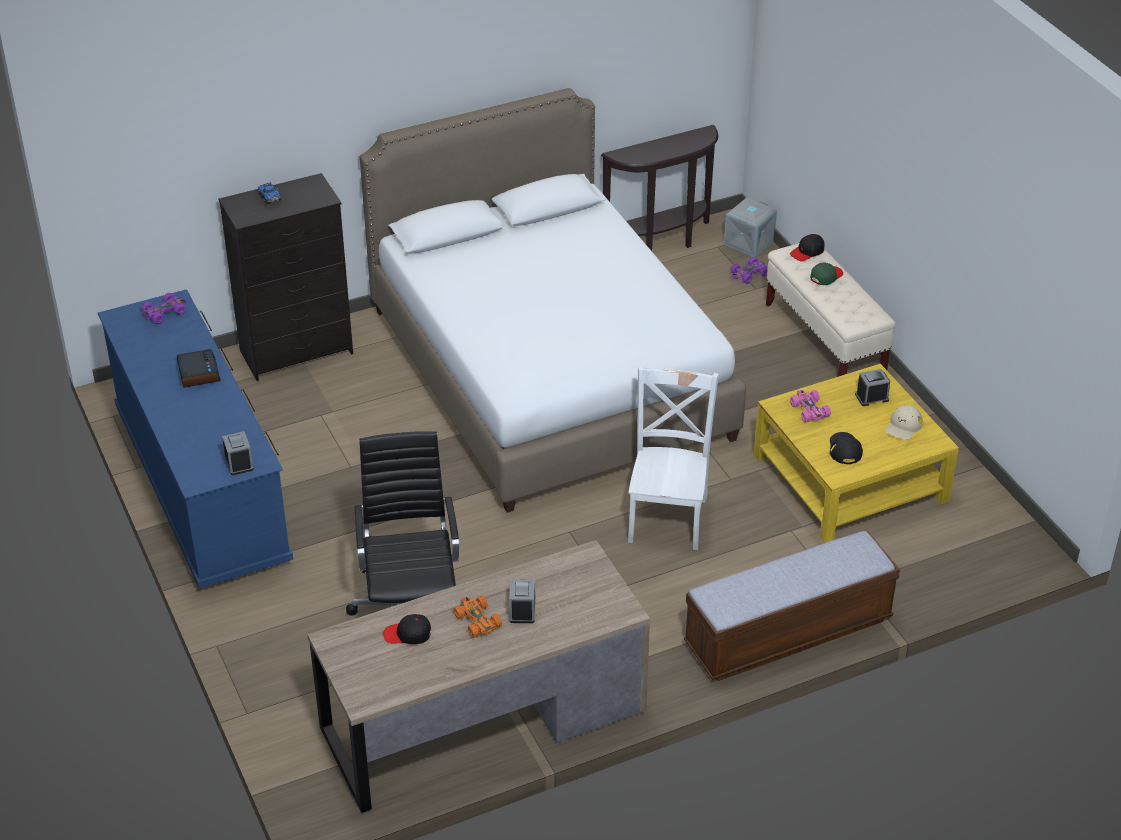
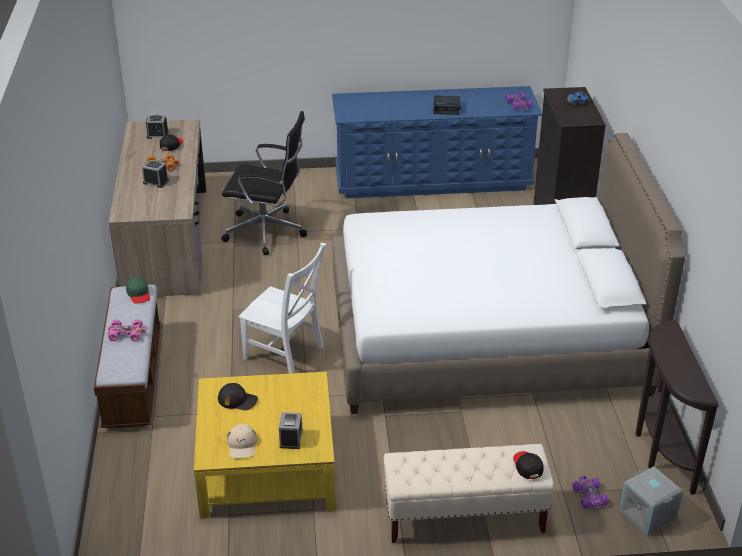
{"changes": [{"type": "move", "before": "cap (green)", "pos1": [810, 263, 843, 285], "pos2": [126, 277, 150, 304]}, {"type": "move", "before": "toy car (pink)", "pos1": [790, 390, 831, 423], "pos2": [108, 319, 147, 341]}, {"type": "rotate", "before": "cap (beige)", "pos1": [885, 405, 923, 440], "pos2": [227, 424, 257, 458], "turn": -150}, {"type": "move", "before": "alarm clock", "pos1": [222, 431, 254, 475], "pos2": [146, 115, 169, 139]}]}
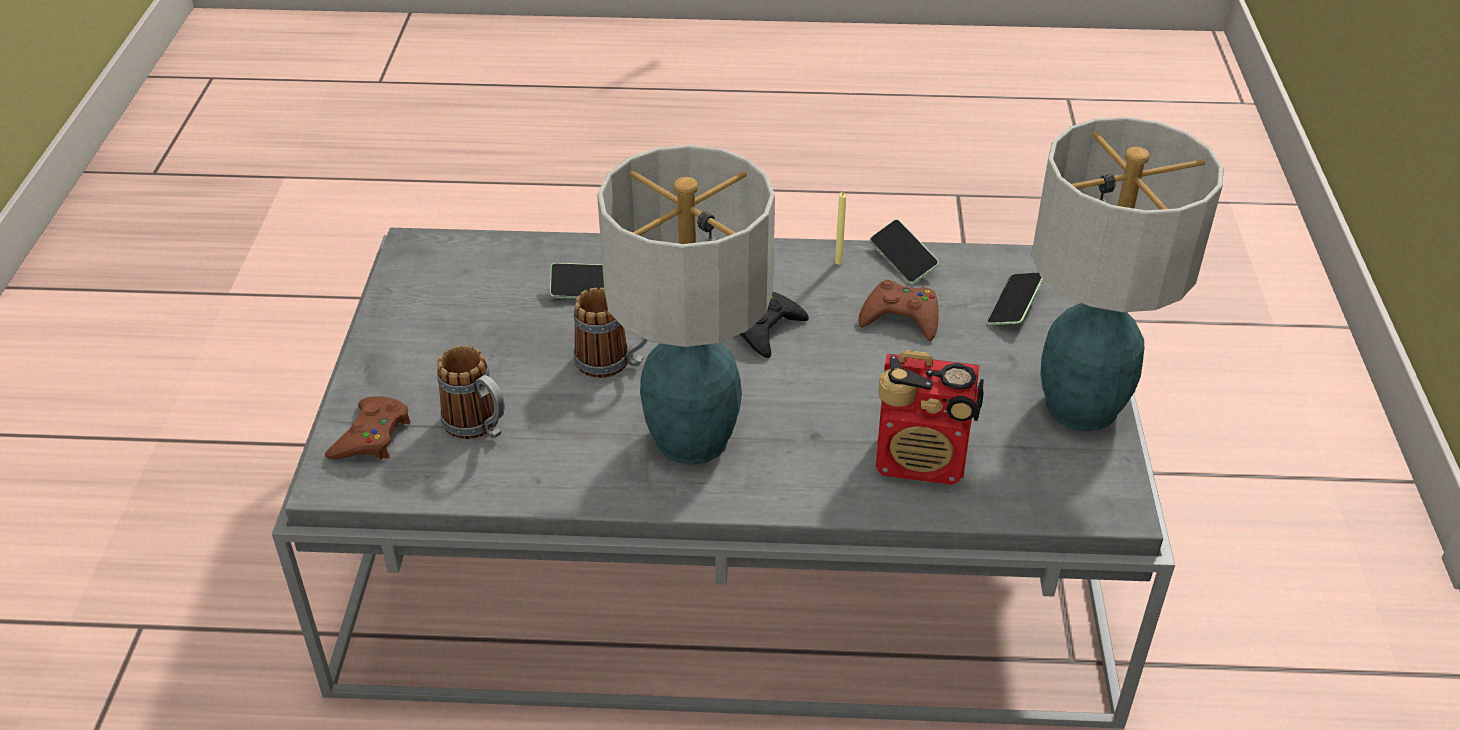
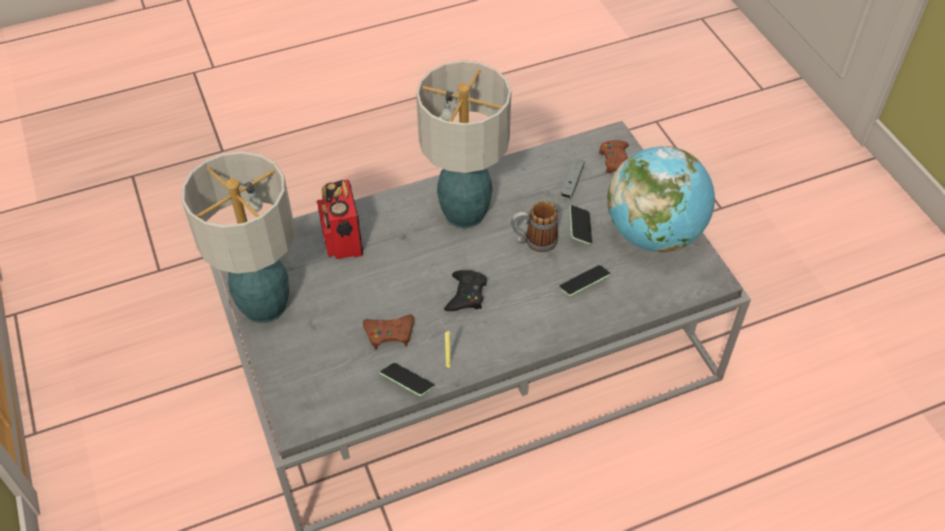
{"changes": [{"type": "move", "before": "phone", "pos1": [987, 272, 1043, 325], "pos2": [569, 205, 593, 245]}, {"type": "replace", "before": "mug", "after": "game controller (grey)", "pos1": [437, 345, 504, 439], "pos2": [560, 158, 585, 199]}, {"type": "rotate", "before": "radio", "pos1": [876, 350, 984, 485], "pos2": [317, 179, 363, 259], "turn": -90}, {"type": "insert", "after": "globe", "pos2": [607, 146, 715, 252]}]}
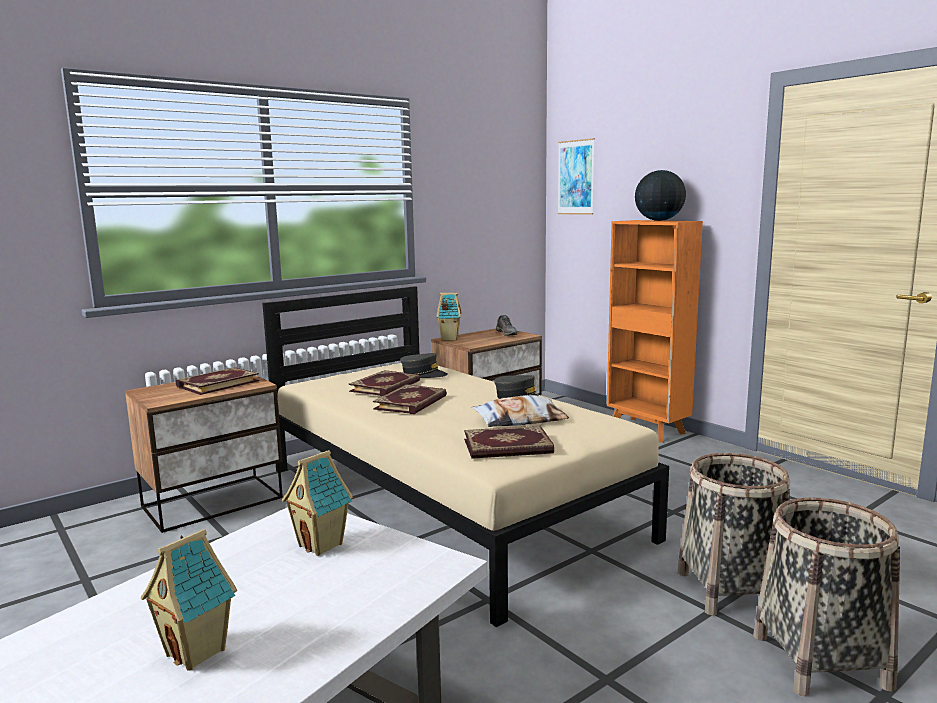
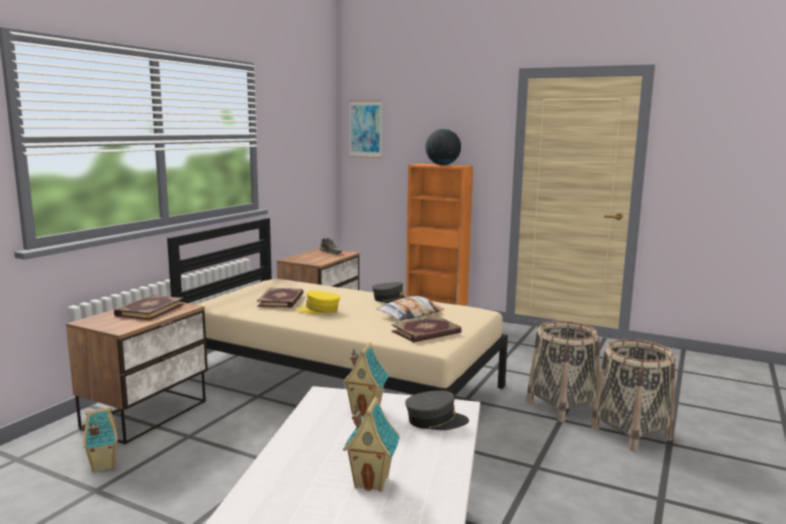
{"changes": [{"type": "move", "before": "toy house", "pos1": [437, 293, 462, 340], "pos2": [83, 408, 118, 472]}, {"type": "move", "before": "cap (grey)", "pos1": [400, 353, 448, 378], "pos2": [405, 390, 469, 430]}, {"type": "replace", "before": "book", "after": "cap (yellow)", "pos1": [373, 384, 447, 414], "pos2": [297, 291, 340, 314]}]}
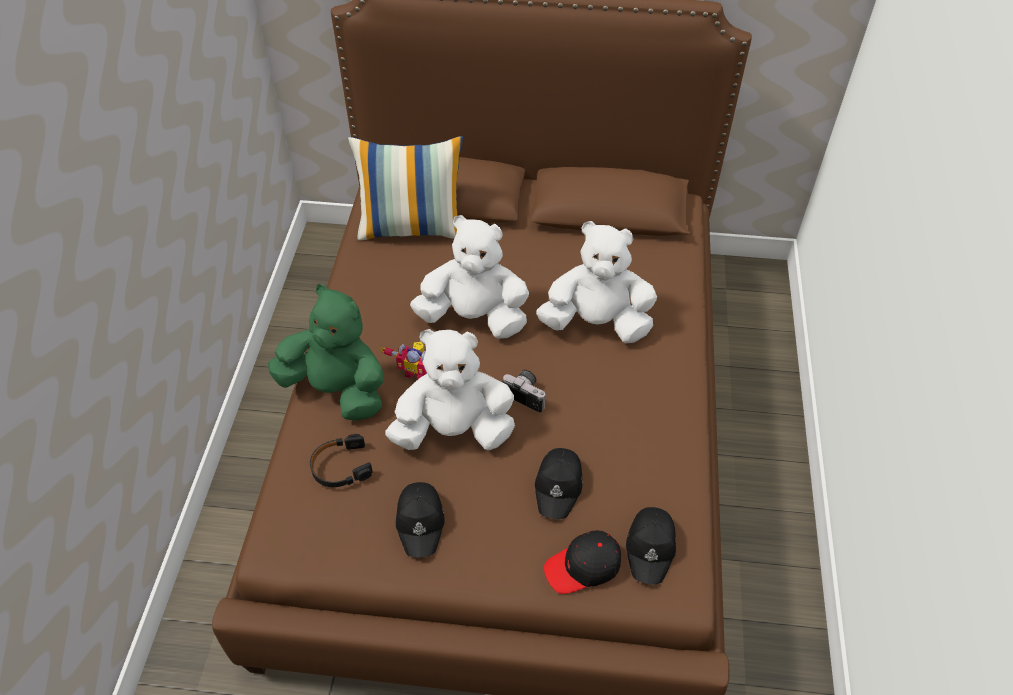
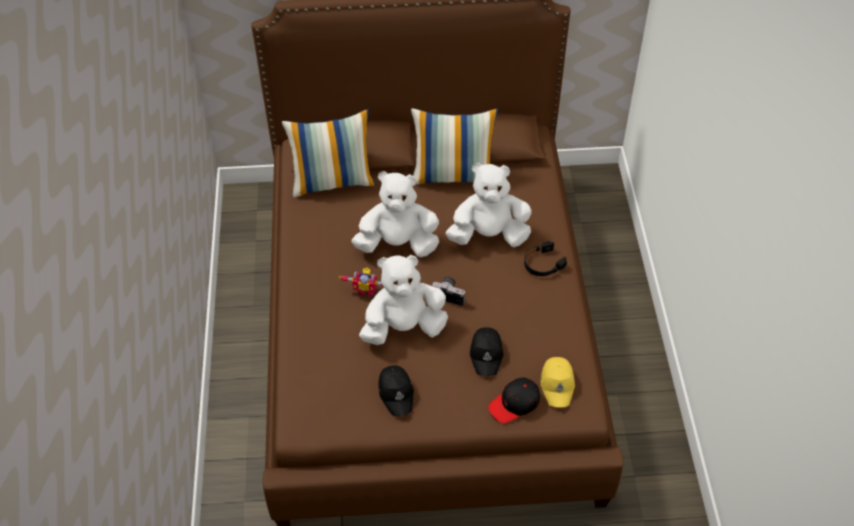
{"changes": [{"type": "delete", "before": "plush toy (green)", "pos1": [268, 284, 384, 421]}, {"type": "move", "before": "headphones (black)", "pos1": [310, 434, 373, 487], "pos2": [524, 241, 567, 276]}, {"type": "recolor", "before": "cap (black)", "after": "cap (yellow)", "pos1": [626, 507, 676, 585], "pos2": [541, 357, 575, 407]}, {"type": "insert", "after": "pillow", "pos2": [411, 108, 498, 185]}]}
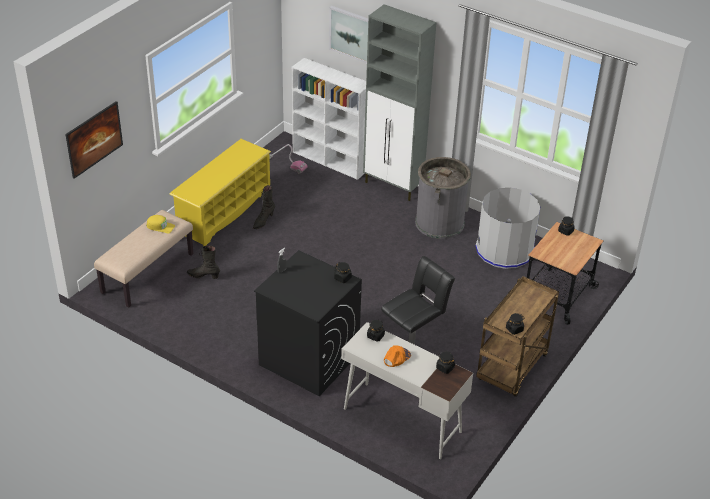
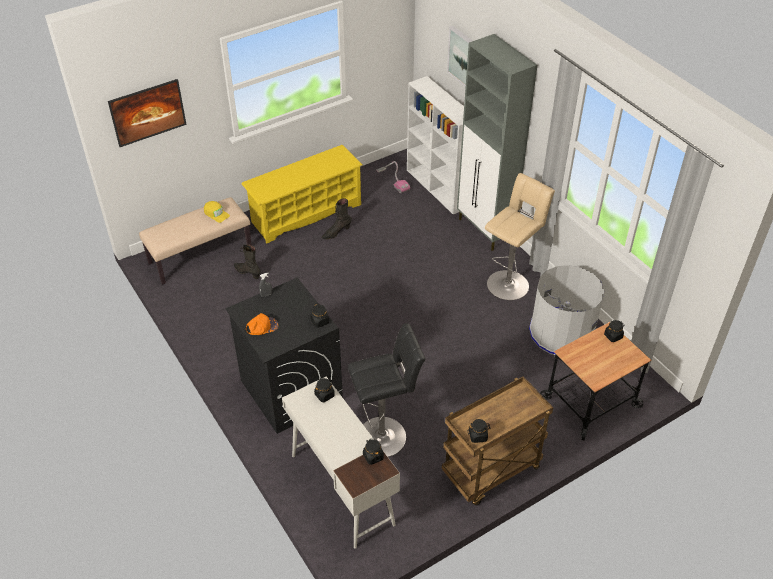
{"changes": [{"type": "replace", "before": "trash can (grey)", "after": "stool (beige)", "pos1": [415, 157, 471, 239], "pos2": [485, 173, 555, 300]}, {"type": "move", "before": "cap (orange)", "pos1": [384, 345, 411, 367], "pos2": [246, 313, 278, 335]}]}
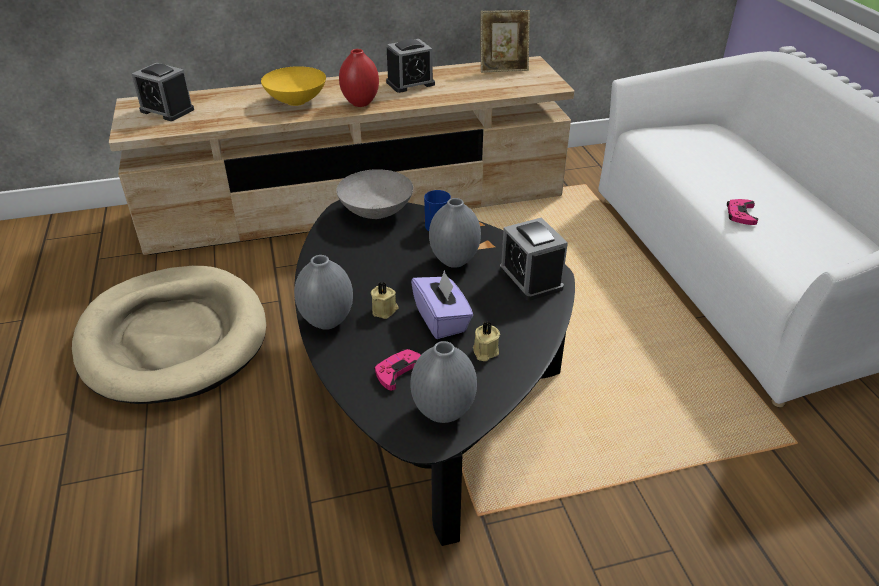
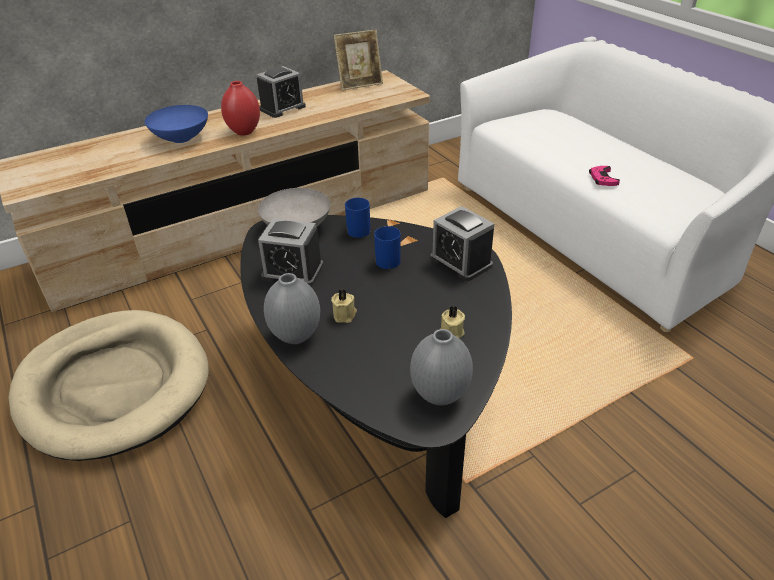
{"changes": [{"type": "move", "before": "alarm clock", "pos1": [132, 63, 194, 121], "pos2": [258, 218, 324, 286]}, {"type": "recolor", "before": "bowl (yellow)", "after": "bowl (blue)", "pos1": [261, 66, 326, 106], "pos2": [144, 105, 208, 143]}, {"type": "replace", "before": "vase (grey)", "after": "mug (blue)", "pos1": [429, 198, 481, 268], "pos2": [374, 226, 401, 269]}, {"type": "delete", "before": "tissue box (purple)", "pos1": [411, 270, 473, 339]}, {"type": "delete", "before": "game controller (pink)", "pos1": [374, 349, 421, 391]}]}
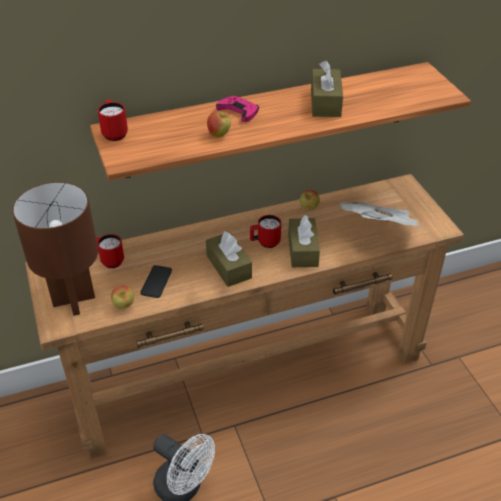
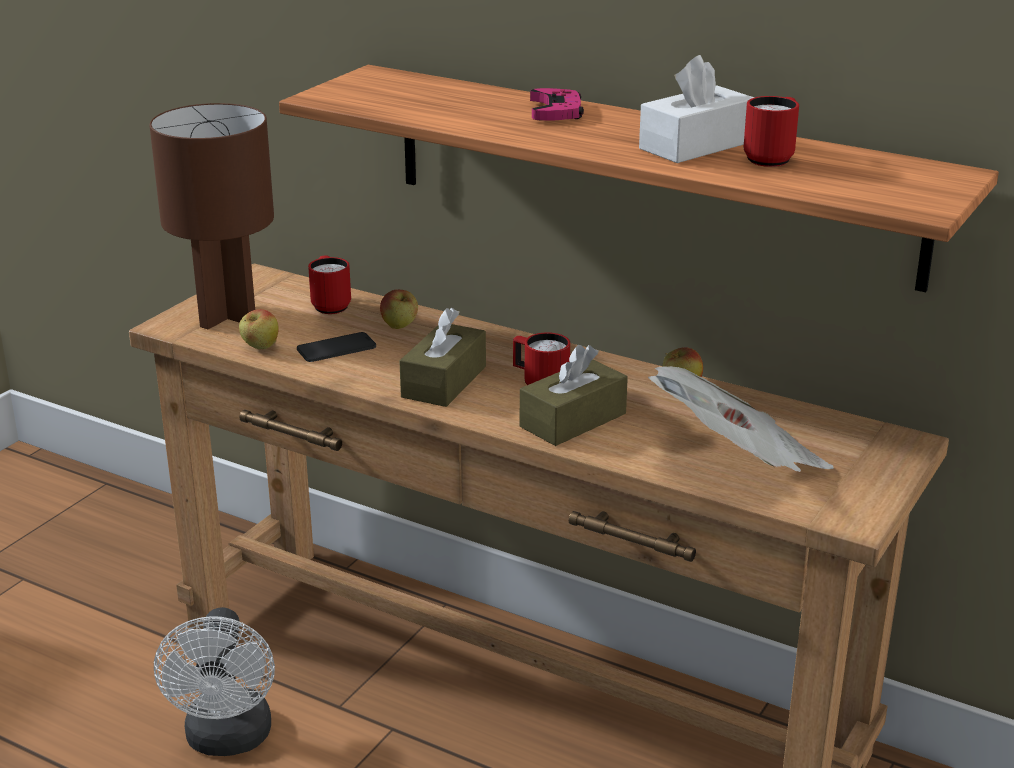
{"changes": [{"type": "recolor", "before": "tissue box (brown)", "after": "tissue box (white)", "pos1": [311, 61, 343, 117], "pos2": [639, 55, 755, 163]}, {"type": "move", "before": "mug (red)", "pos1": [98, 100, 128, 141], "pos2": [744, 96, 799, 167]}, {"type": "move", "before": "apple", "pos1": [207, 111, 231, 137], "pos2": [380, 290, 418, 329]}]}
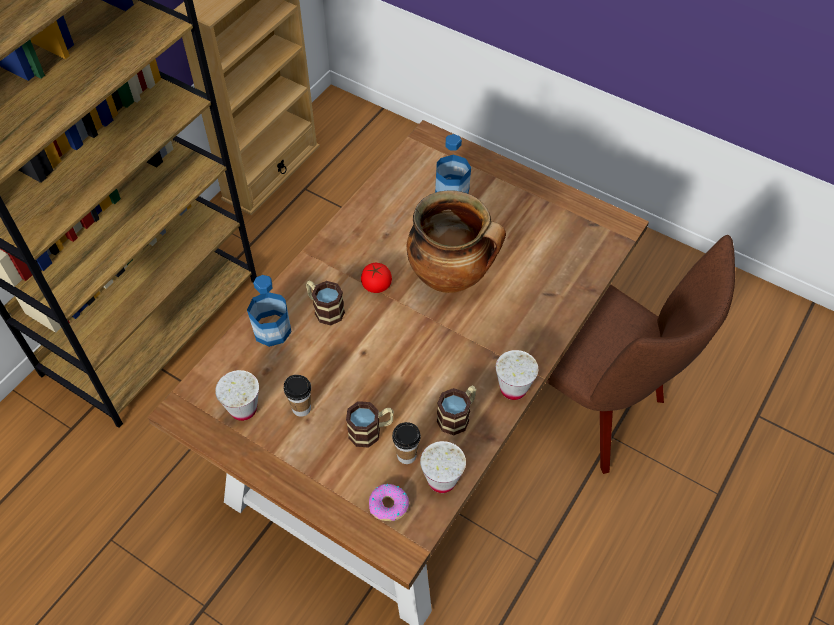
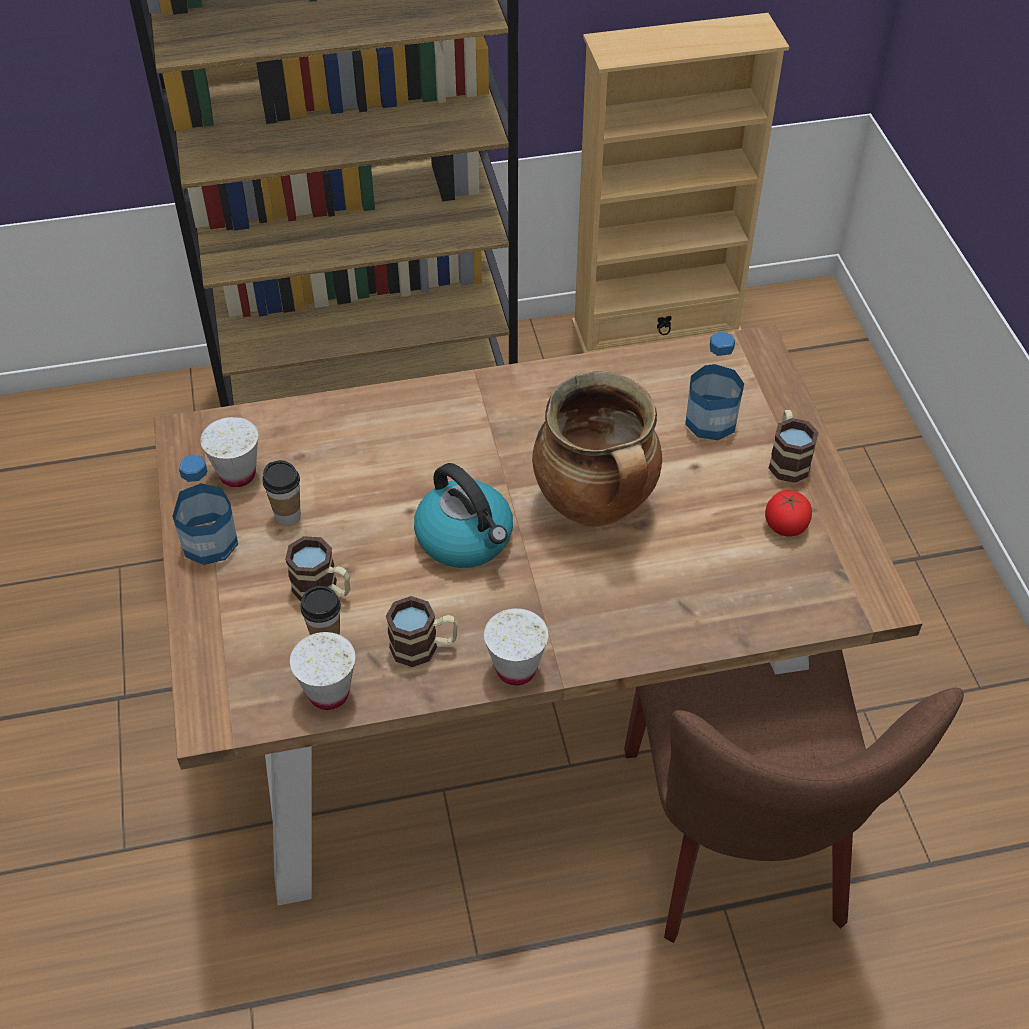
{"changes": [{"type": "move", "before": "tomato", "pos1": [361, 263, 392, 293], "pos2": [765, 490, 812, 537]}, {"type": "move", "before": "bottle", "pos1": [247, 275, 292, 347], "pos2": [172, 455, 238, 565]}, {"type": "move", "before": "mug", "pos1": [306, 281, 345, 326], "pos2": [768, 409, 819, 483]}, {"type": "delete", "before": "donut", "pos1": [369, 484, 409, 521]}, {"type": "insert", "after": "kettle", "pos2": [414, 463, 513, 568]}]}
